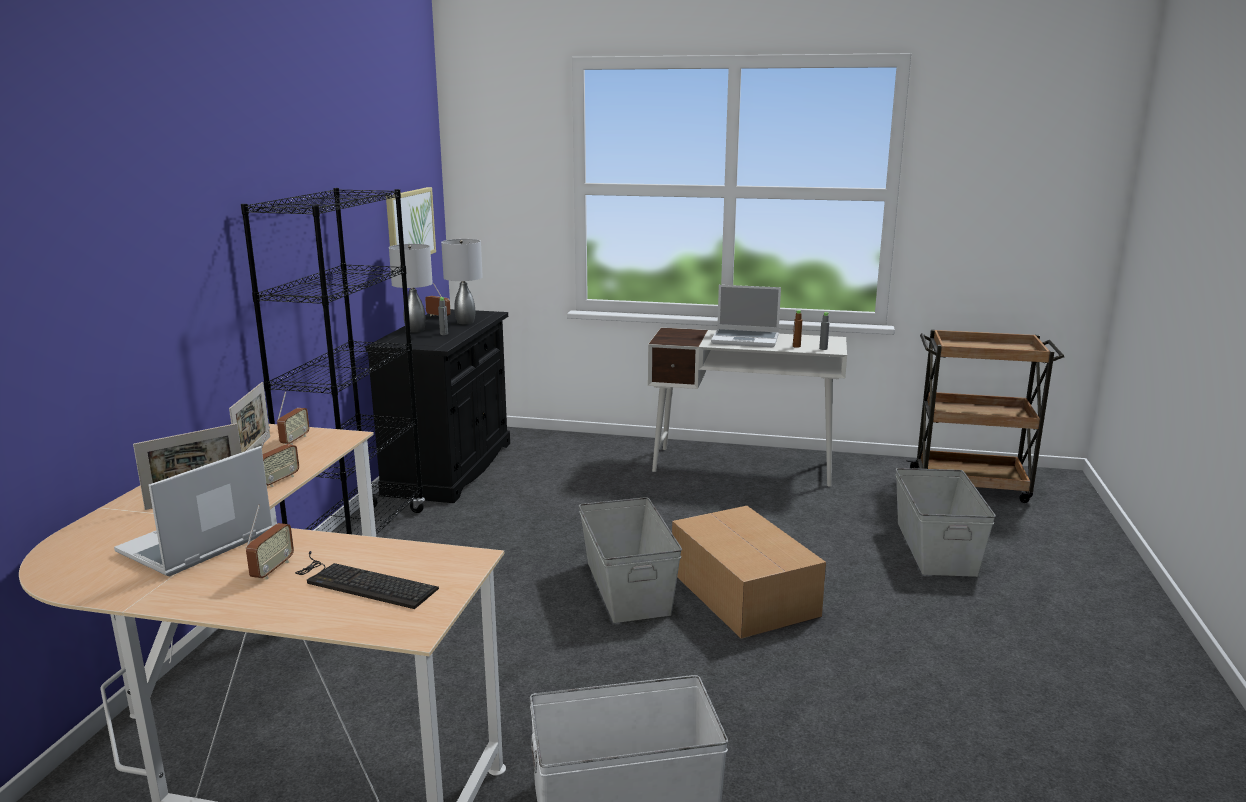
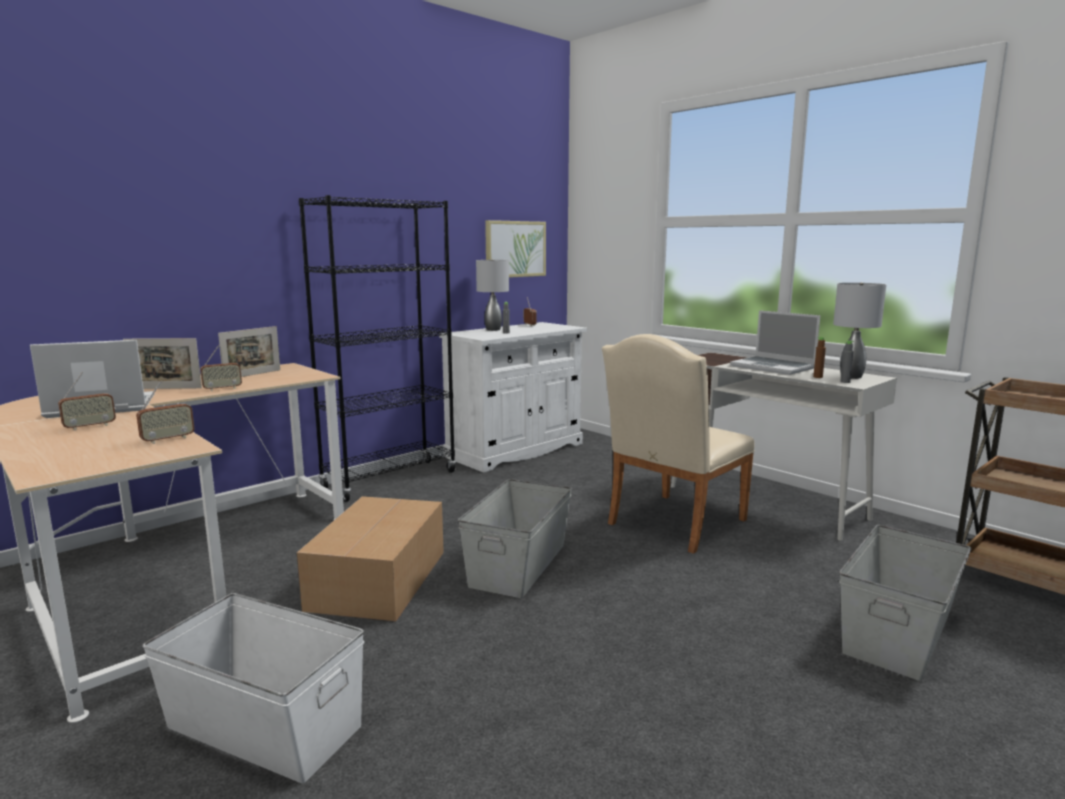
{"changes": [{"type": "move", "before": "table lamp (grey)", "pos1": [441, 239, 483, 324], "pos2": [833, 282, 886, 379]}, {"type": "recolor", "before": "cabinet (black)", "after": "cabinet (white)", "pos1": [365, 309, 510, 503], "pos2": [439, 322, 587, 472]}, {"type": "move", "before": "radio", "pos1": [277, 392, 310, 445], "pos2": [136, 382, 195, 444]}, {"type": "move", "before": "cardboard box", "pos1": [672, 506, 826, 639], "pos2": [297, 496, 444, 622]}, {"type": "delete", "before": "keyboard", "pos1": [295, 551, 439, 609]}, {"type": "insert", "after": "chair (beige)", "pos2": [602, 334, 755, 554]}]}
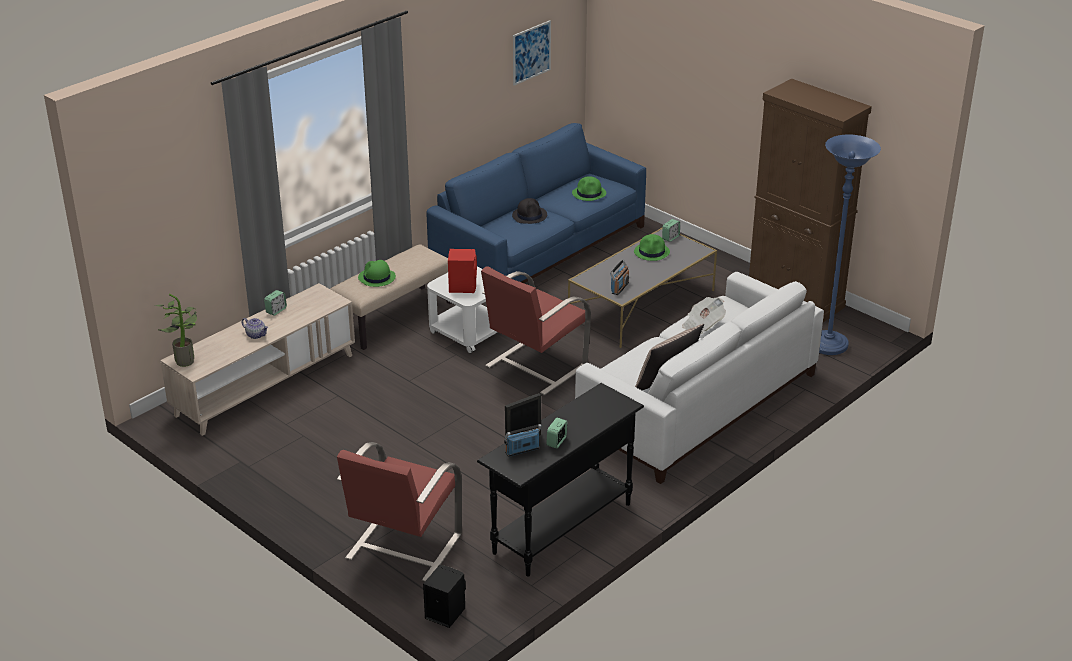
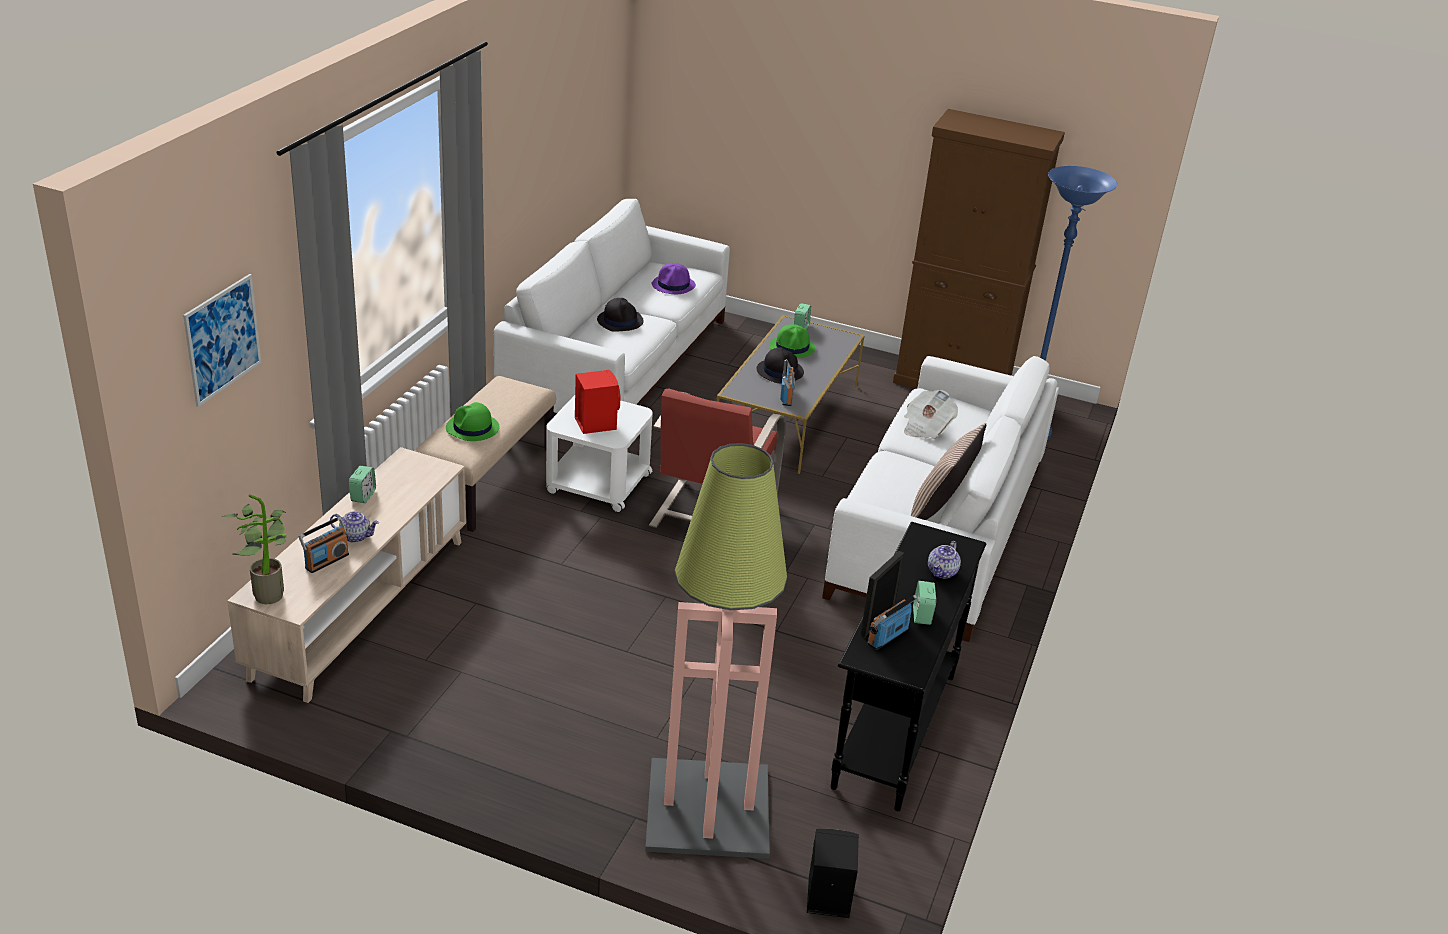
{"changes": [{"type": "move", "before": "picture", "pos1": [513, 20, 551, 86], "pos2": [183, 274, 262, 407]}, {"type": "recolor", "before": "sofa (blue)", "after": "sofa (white)", "pos1": [426, 123, 646, 283], "pos2": [494, 199, 730, 416]}, {"type": "recolor", "before": "hat (green)", "after": "hat (purple)", "pos1": [572, 176, 606, 201], "pos2": [652, 263, 696, 294]}, {"type": "replace", "before": "armchair (red)", "after": "floor lamp", "pos1": [337, 442, 462, 582], "pos2": [645, 443, 787, 859]}, {"type": "insert", "after": "hat (black)", "pos2": [757, 347, 804, 383]}, {"type": "insert", "after": "radio", "pos2": [299, 517, 349, 573]}, {"type": "insert", "after": "teapot", "pos2": [928, 541, 961, 578]}]}
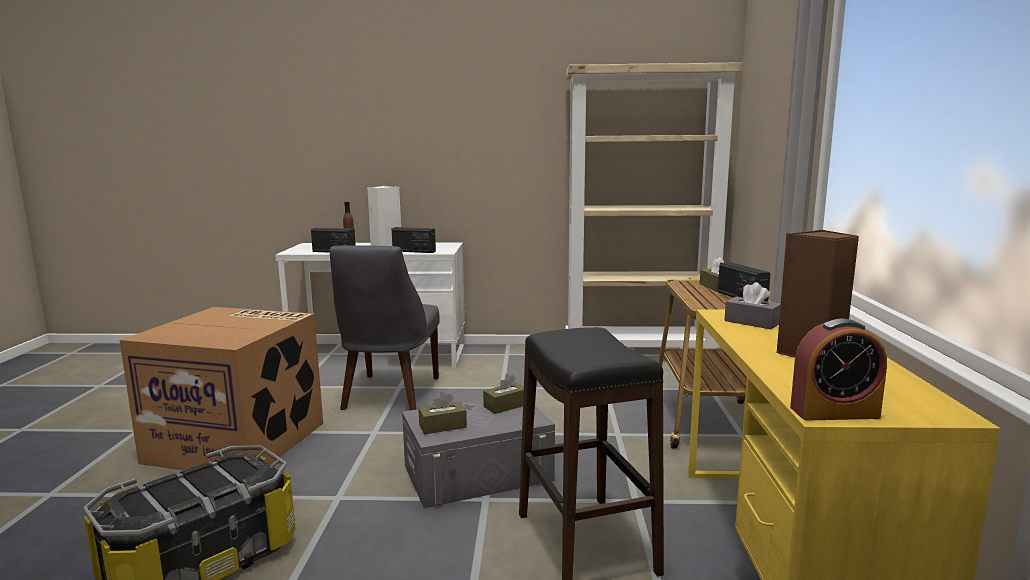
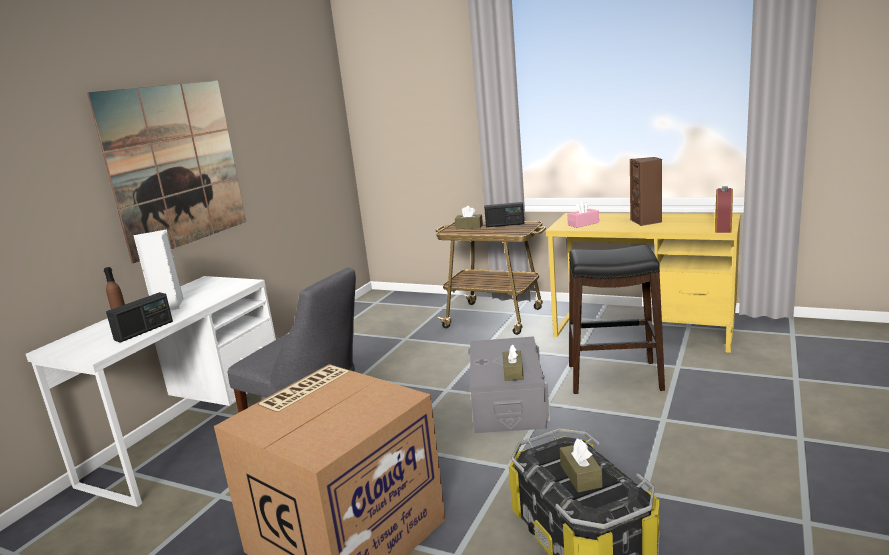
{"changes": [{"type": "delete", "before": "bookcase (beige)", "pos1": [565, 62, 742, 349]}, {"type": "delete", "before": "radio", "pos1": [392, 227, 436, 253]}, {"type": "recolor", "before": "tissue box (grey)", "after": "tissue box (pink)", "pos1": [724, 282, 781, 329], "pos2": [567, 200, 599, 228]}, {"type": "move", "before": "tissue box (brown)", "pos1": [483, 374, 524, 414], "pos2": [560, 439, 603, 492]}, {"type": "insert", "after": "picture", "pos2": [87, 80, 246, 263]}]}
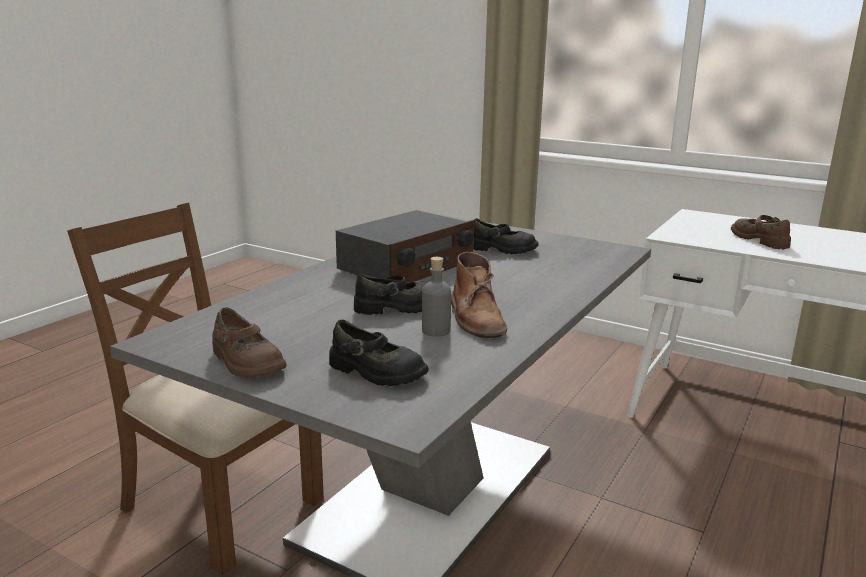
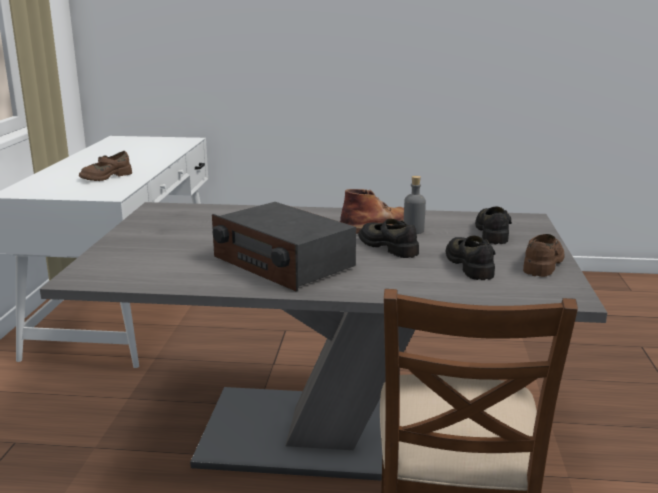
{"changes": [{"type": "rotate", "before": "radio", "pos1": [336, 210, 474, 283], "pos2": [212, 202, 356, 292], "turn": -150}, {"type": "move", "before": "shoe (black)", "pos1": [473, 218, 538, 254], "pos2": [446, 236, 495, 280]}]}
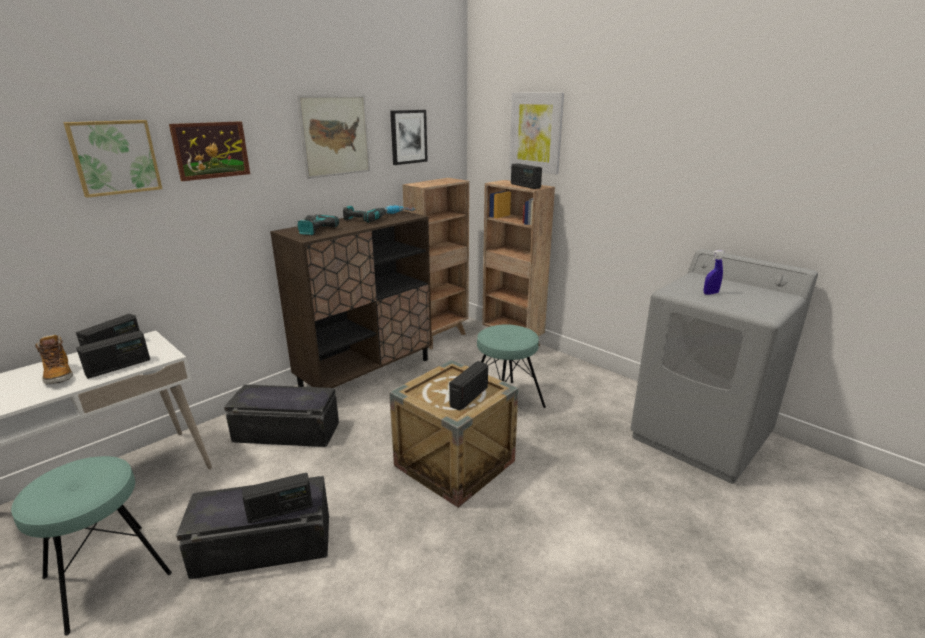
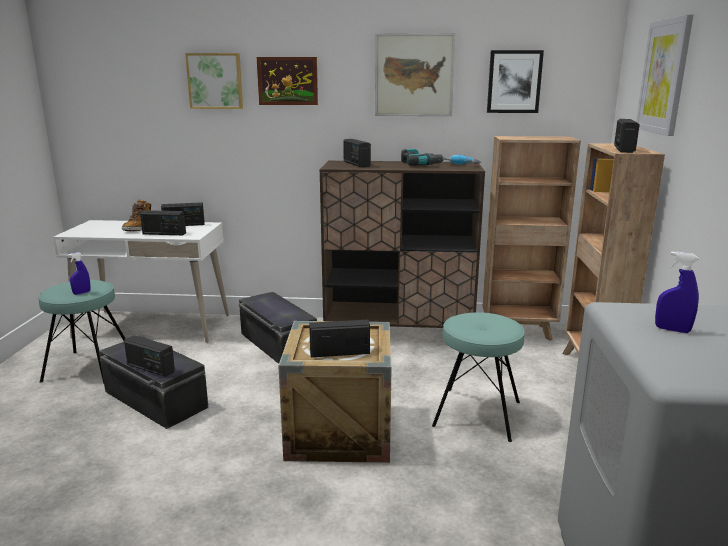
{"changes": [{"type": "replace", "before": "power drill", "after": "radio", "pos1": [298, 215, 339, 235], "pos2": [343, 139, 371, 167]}, {"type": "insert", "after": "spray bottle (blue)", "pos2": [68, 252, 91, 295]}]}
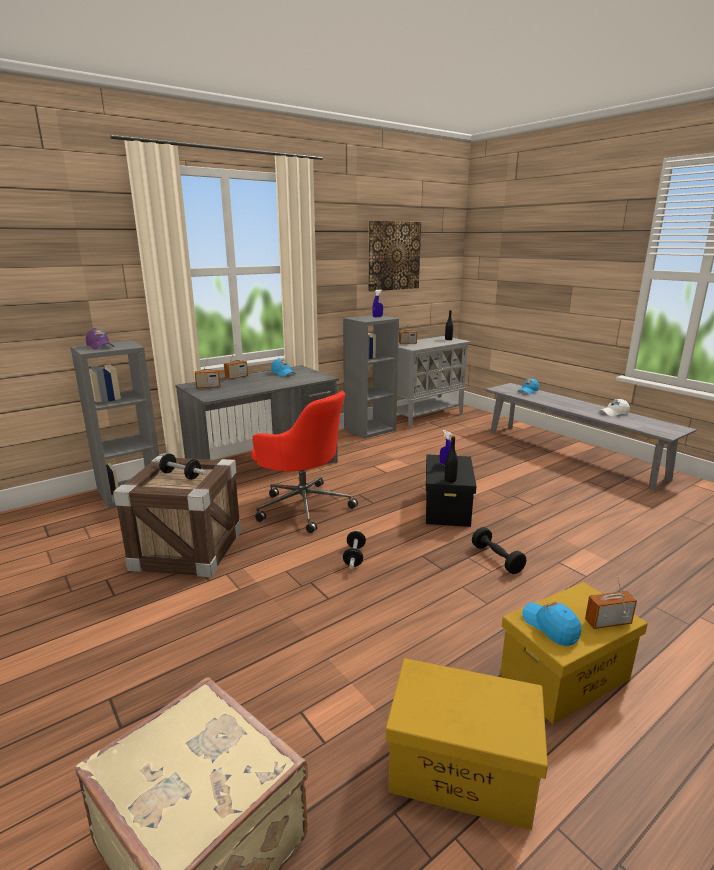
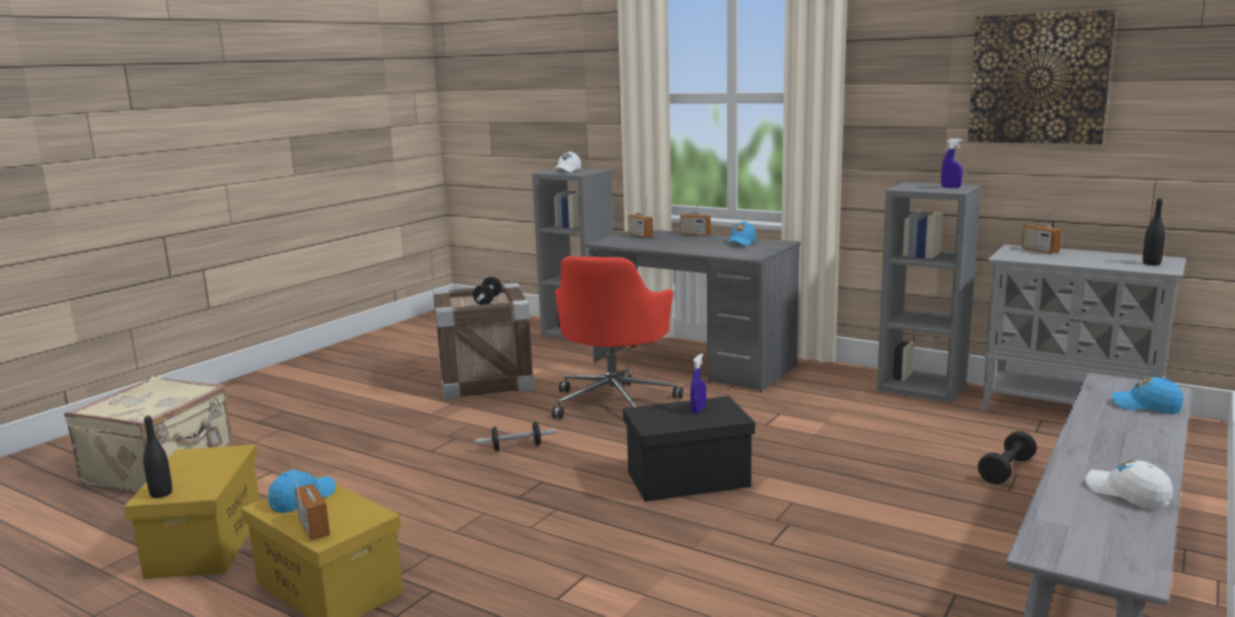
{"changes": [{"type": "recolor", "before": "cap (purple)", "after": "cap (white)", "pos1": [86, 328, 114, 349], "pos2": [552, 151, 581, 172]}, {"type": "move", "before": "bottle (black)", "pos1": [445, 436, 458, 482], "pos2": [143, 415, 172, 498]}, {"type": "move", "before": "dumbbell (black)", "pos1": [472, 527, 526, 574], "pos2": [978, 431, 1037, 484]}]}
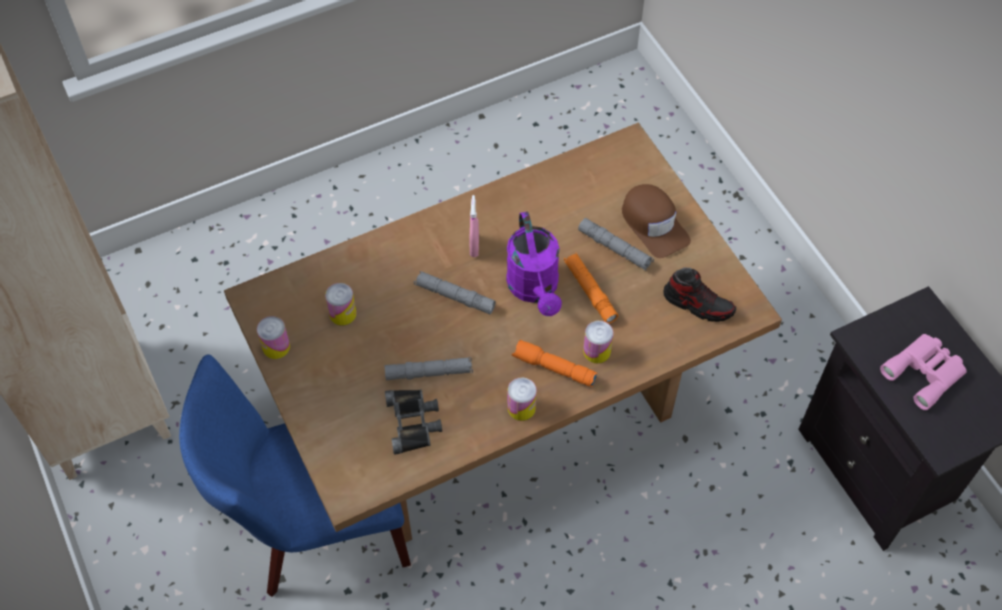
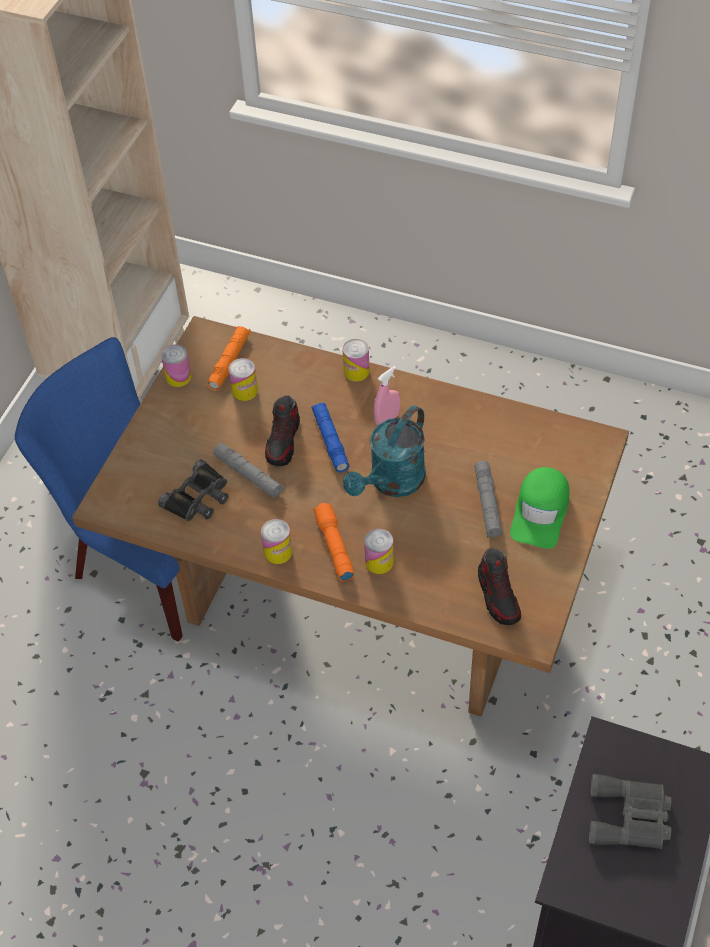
{"changes": [{"type": "recolor", "before": "cap (brown)", "after": "cap (green)", "pos1": [622, 184, 691, 258], "pos2": [510, 467, 570, 549]}, {"type": "recolor", "before": "watering can (purple)", "after": "watering can (turquoise)", "pos1": [506, 212, 562, 316], "pos2": [343, 405, 426, 497]}, {"type": "move", "before": "flashlight (orange)", "pos1": [564, 253, 618, 324], "pos2": [207, 326, 251, 391]}, {"type": "recolor", "before": "flashlight (grey)", "after": "flashlight (blue)", "pos1": [414, 271, 496, 314], "pos2": [312, 402, 350, 473]}, {"type": "recolor", "before": "binoculars (pink)", "after": "binoculars (grey)", "pos1": [880, 334, 967, 410], "pos2": [589, 774, 671, 849]}, {"type": "insert", "after": "can", "pos2": [342, 339, 370, 381]}, {"type": "insert", "after": "shoe", "pos2": [265, 395, 300, 466]}]}
